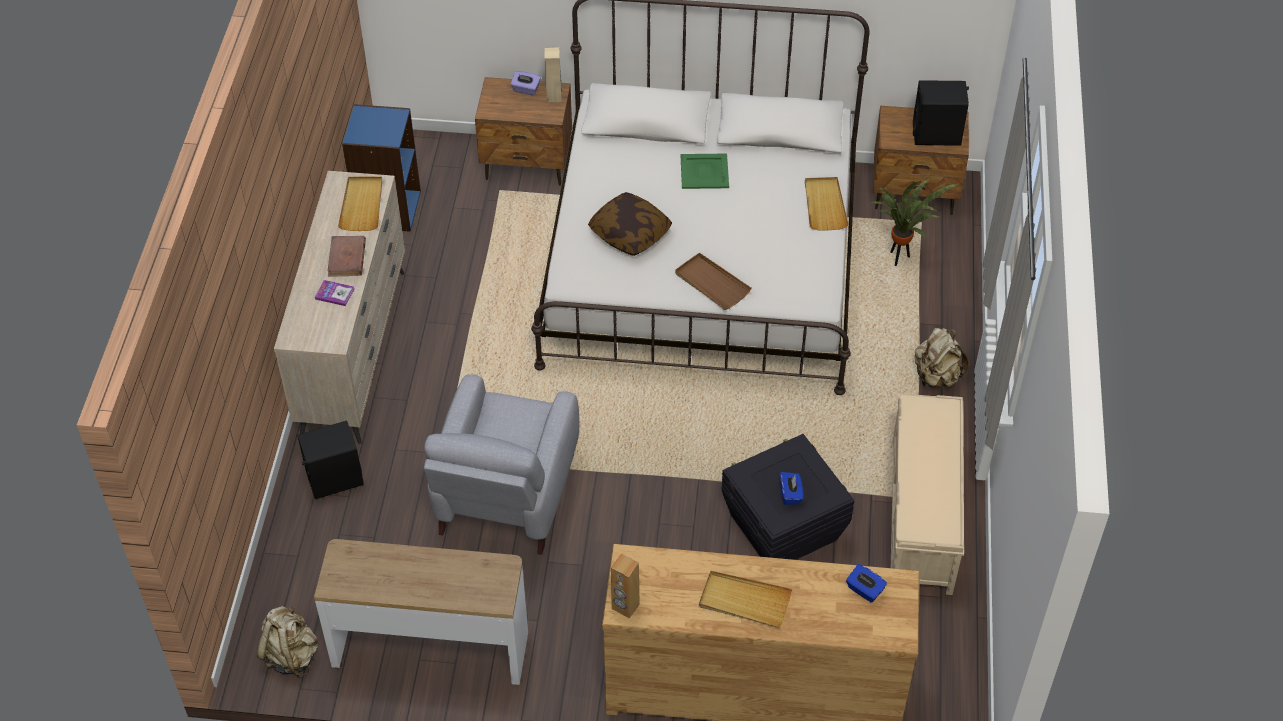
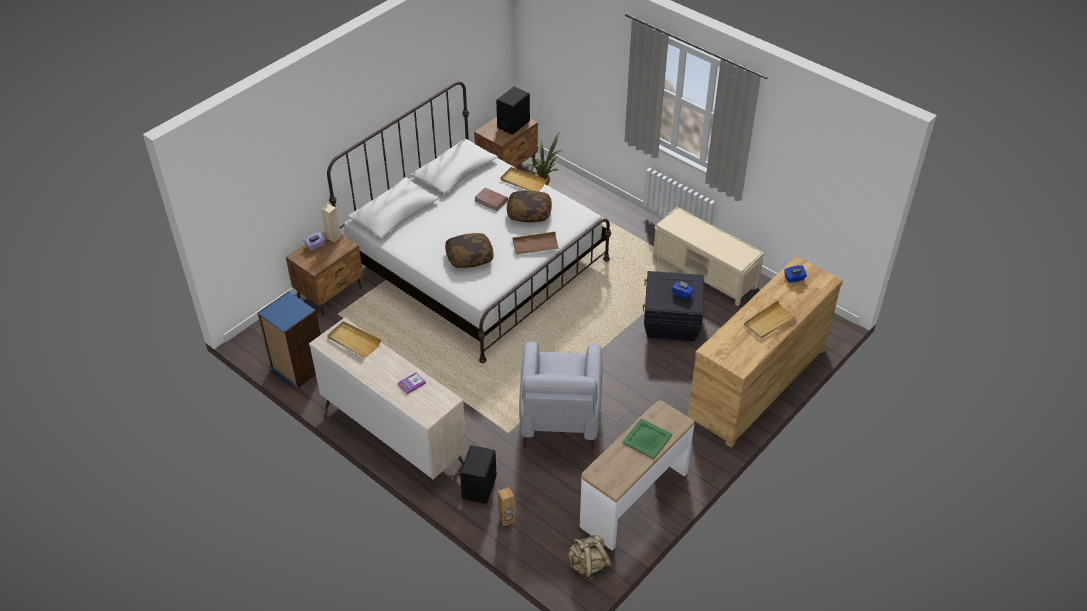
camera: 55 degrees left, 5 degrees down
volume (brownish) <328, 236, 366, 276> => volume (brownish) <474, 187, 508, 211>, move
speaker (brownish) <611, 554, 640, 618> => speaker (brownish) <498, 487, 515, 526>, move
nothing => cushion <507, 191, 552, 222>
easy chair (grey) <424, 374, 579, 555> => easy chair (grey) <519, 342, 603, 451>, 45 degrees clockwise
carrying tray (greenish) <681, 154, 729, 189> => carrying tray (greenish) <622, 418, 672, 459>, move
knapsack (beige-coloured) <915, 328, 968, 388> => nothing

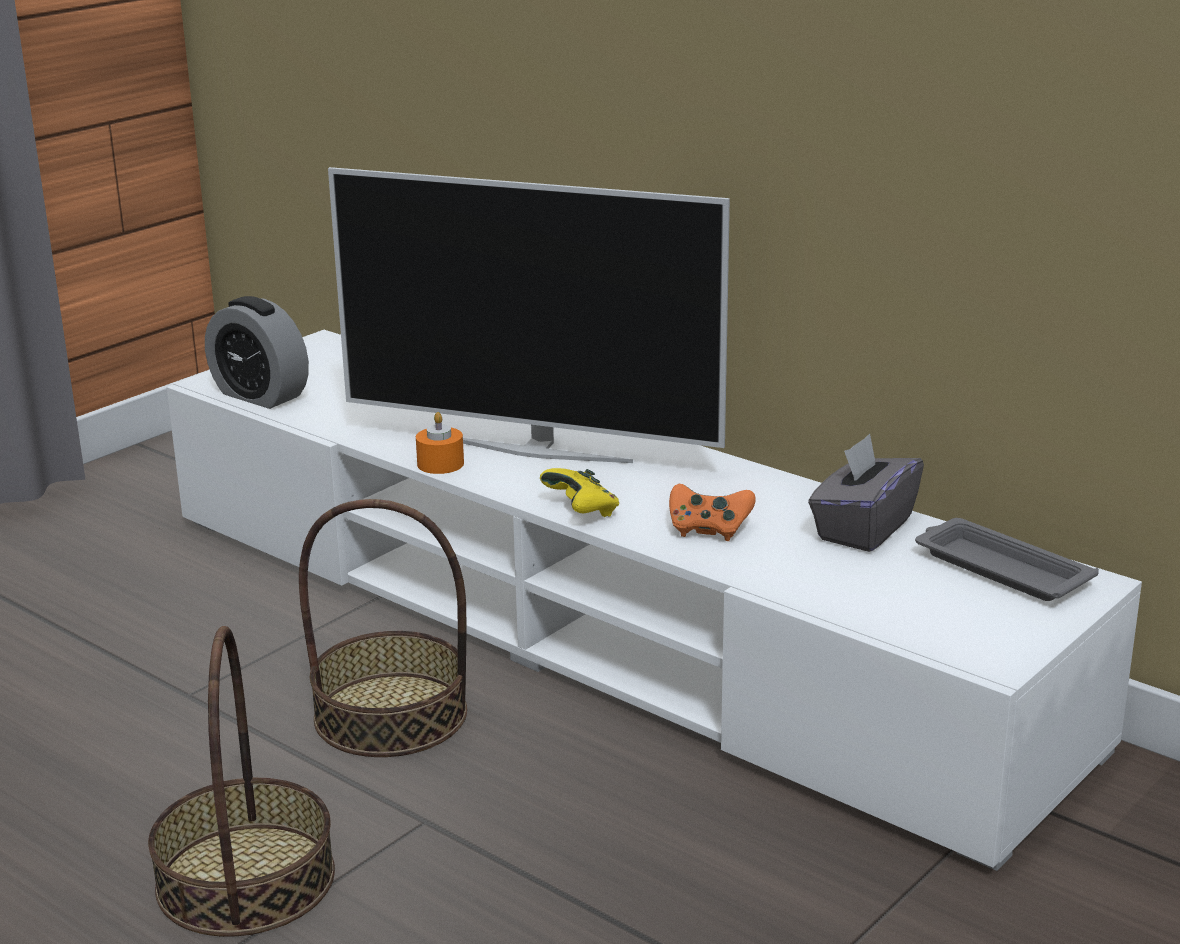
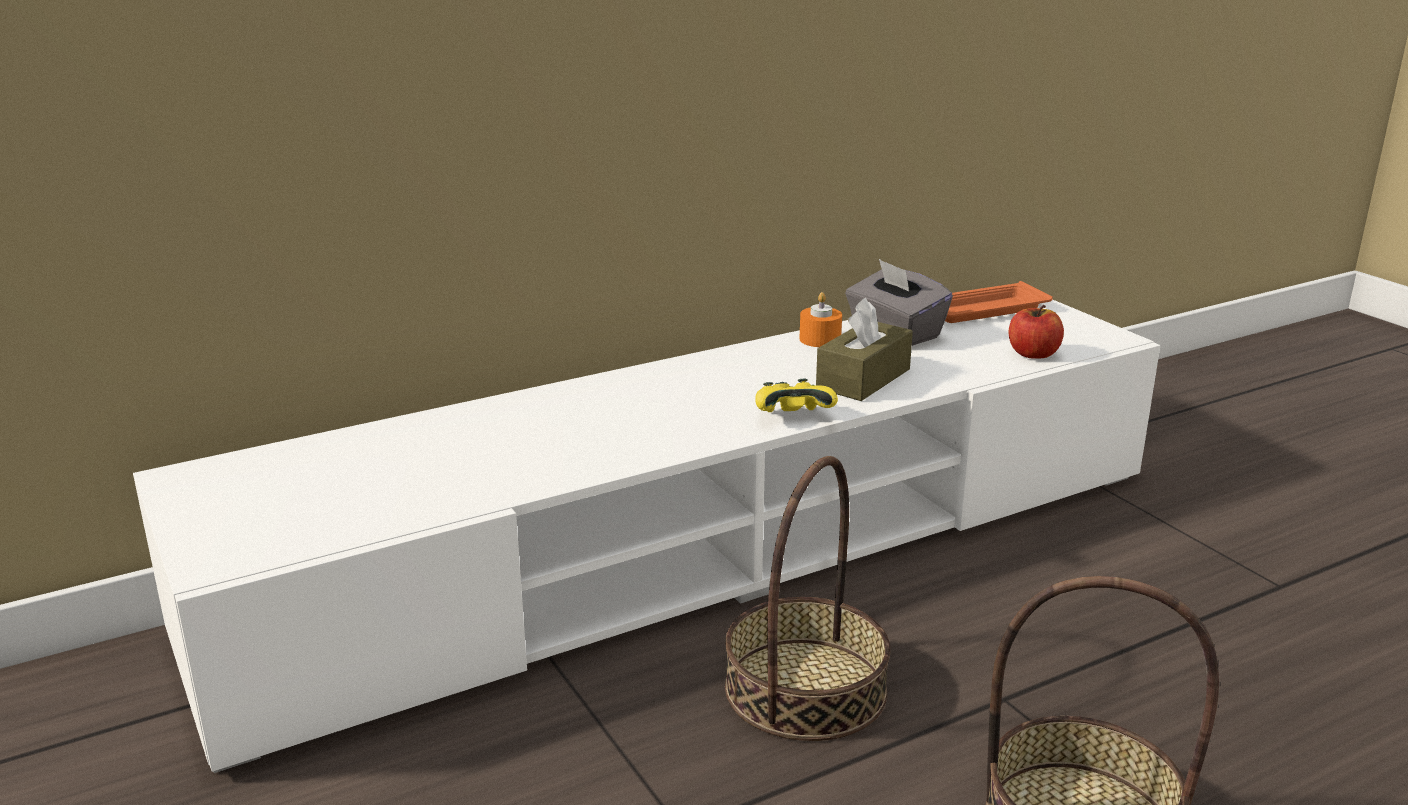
camera: 70 degrees left, 0 degrees up
wax candle (orangey) <416, 412, 464, 474> => wax candle (orangey) <799, 292, 842, 347>, move
gamepad (orangey) <669, 484, 756, 541> => tissue holder (brownish) <816, 297, 913, 401>
carrying tray (grey) <915, 518, 1099, 601> => carrying tray (orangey) <945, 281, 1053, 323>
nothing => apple <1008, 305, 1064, 359>
bedside clock <205, 296, 309, 409> => nothing
TV set <328, 167, 730, 463> => nothing

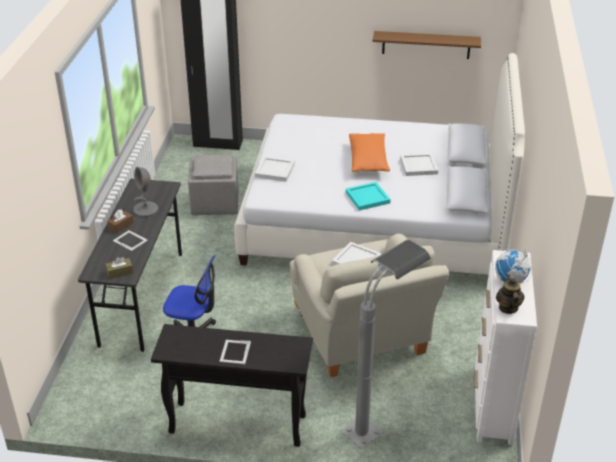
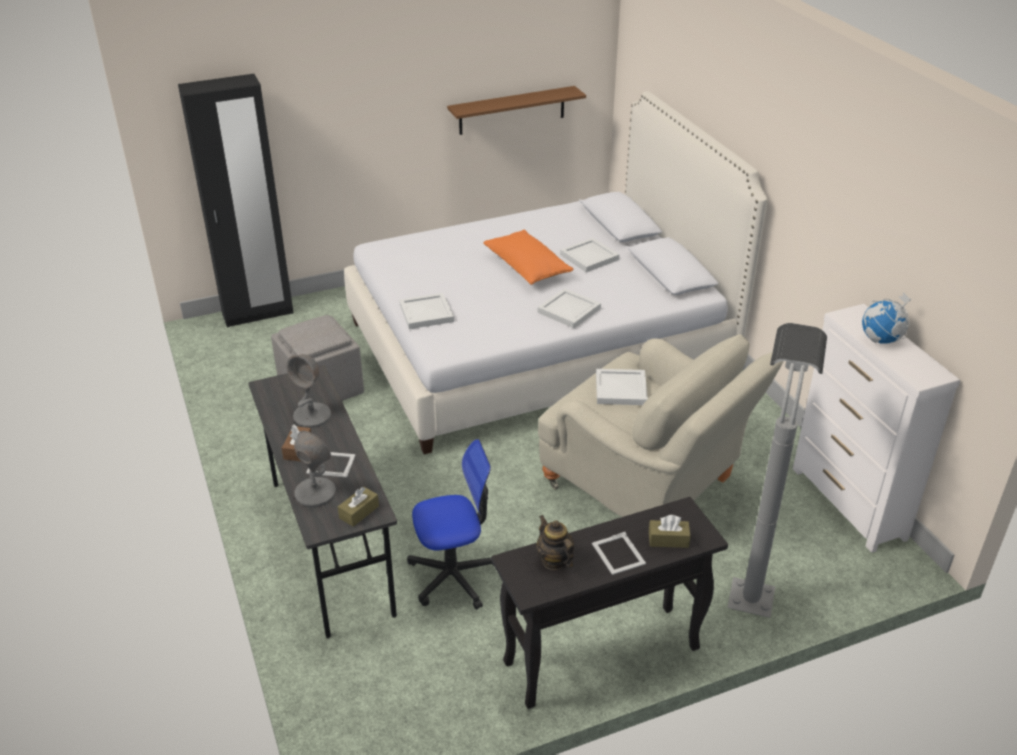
camera: 30 degrees left, 0 degrees up
nothing => lamp for a table (grey) <294, 431, 336, 507>
teapot <496, 274, 525, 314> => teapot <537, 515, 574, 570>, move
carrying tray (turquoise-coloured) <346, 182, 391, 211> => carrying tray (white) <538, 288, 601, 328>
nothing => tissue holder (brownish) <649, 515, 691, 548>

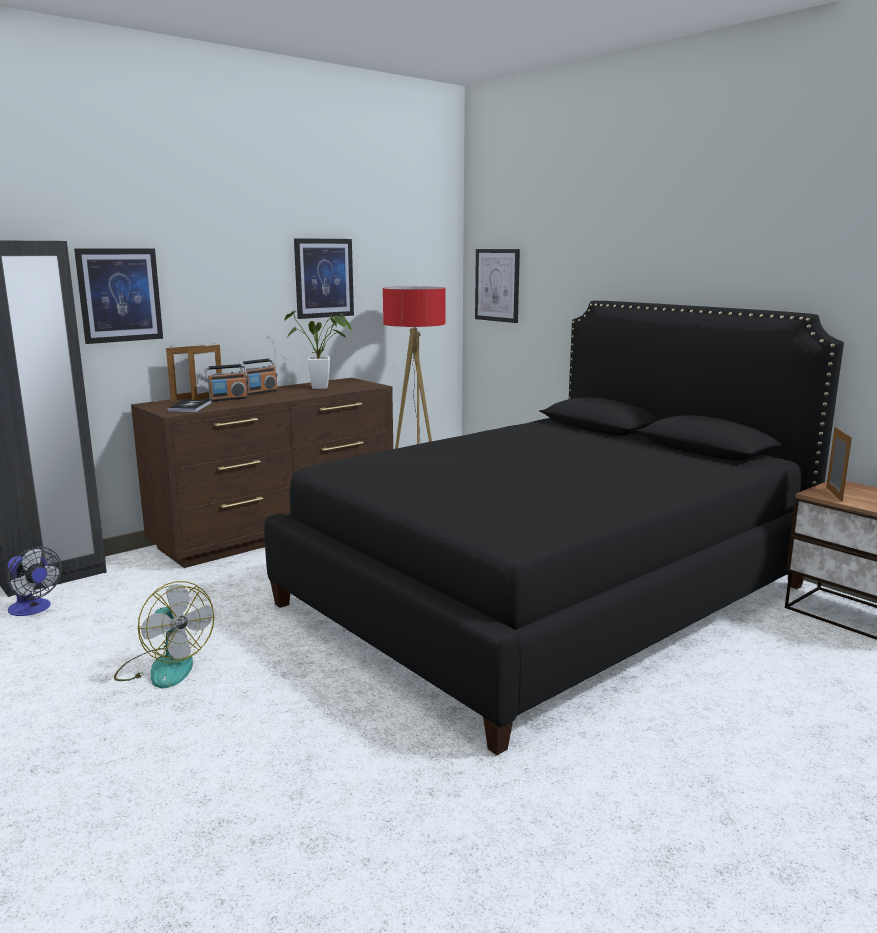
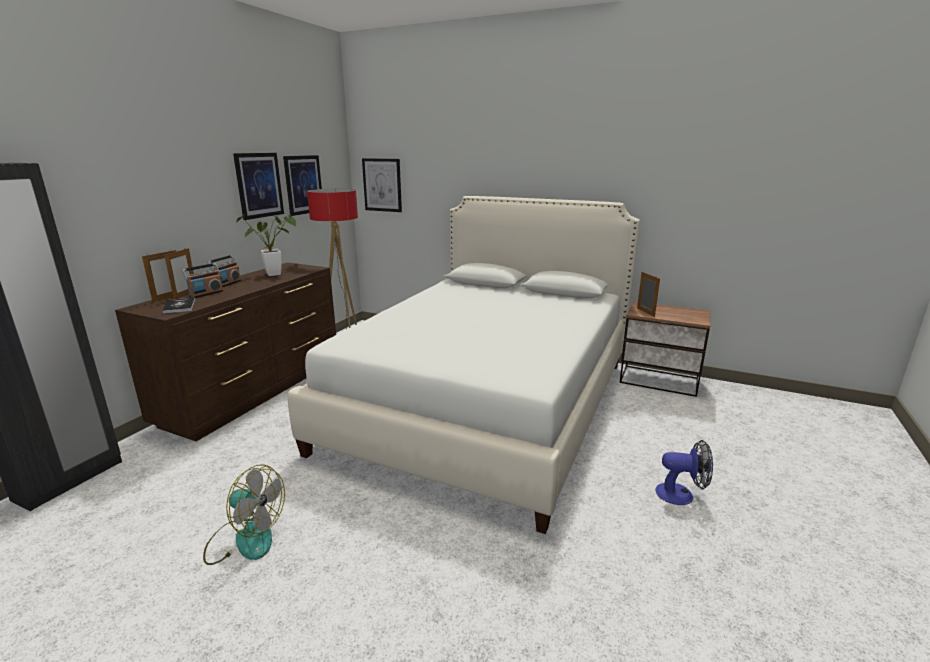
camera: 25 degrees left, 5 degrees up
wall art <74, 249, 163, 344> => wall art <283, 155, 322, 216>, move
bedroom bed (black-coloured) <264, 301, 844, 755> => bedroom bed (white) <288, 196, 640, 534>
electric fan <8, 547, 62, 616> => electric fan <655, 440, 713, 505>, move

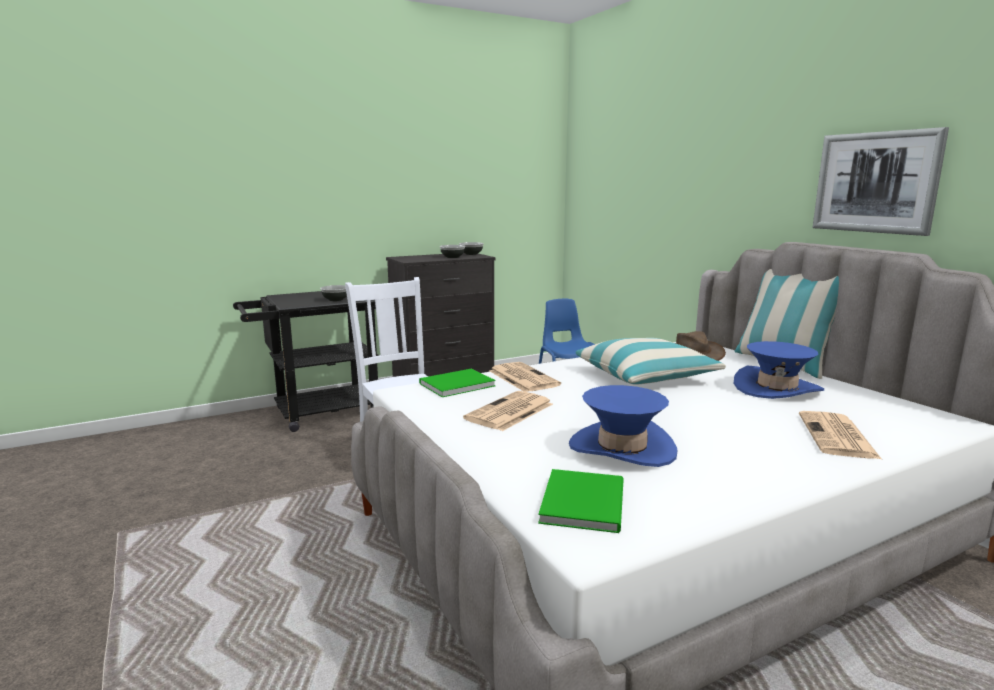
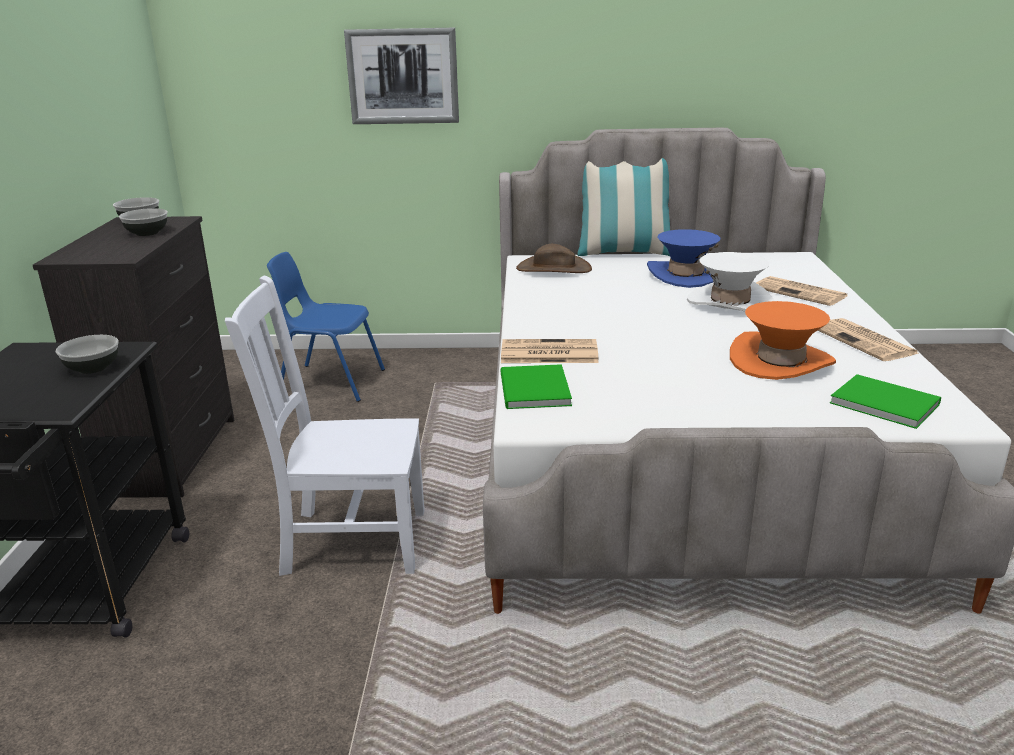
camera: 60 degrees left, 10 degrees up
wall art <813, 127, 949, 236> => wall art <344, 28, 459, 124>, move
nothing => clothing hat (white) <687, 252, 774, 311>
clothing hat (bluish) <569, 385, 677, 467> => clothing hat (orangey) <730, 301, 836, 380>
daily paper <463, 391, 553, 431> => daily paper <817, 318, 919, 361>, move
cushion <576, 338, 726, 385> => nothing

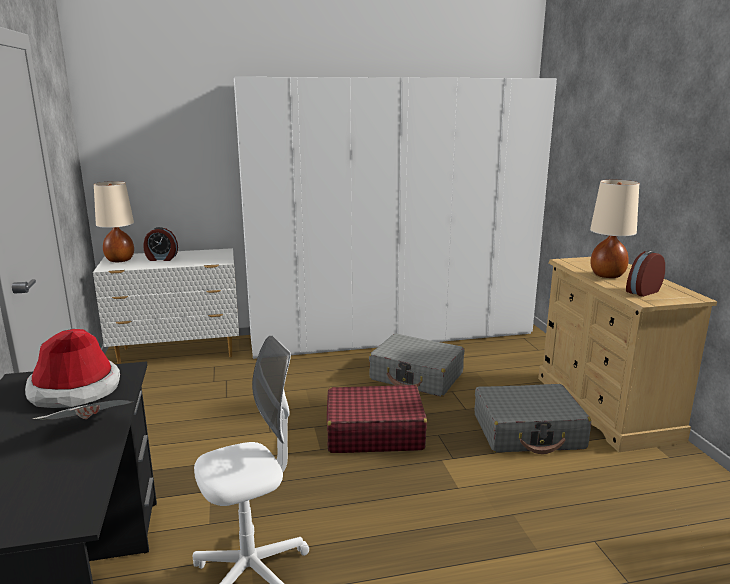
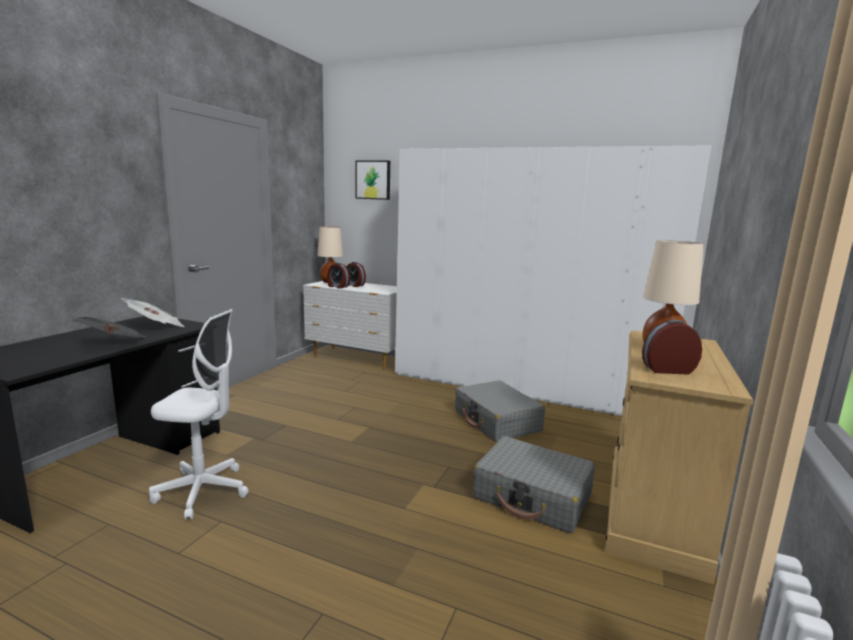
camera: 35 degrees right, 5 degrees down
clothing hat <25, 329, 120, 408> => daily paper <121, 298, 185, 327>
nothing => bedside clock <327, 263, 350, 288>
nothing => wall art <356, 160, 390, 200>
piece of luggage (red) <327, 385, 427, 453> => nothing

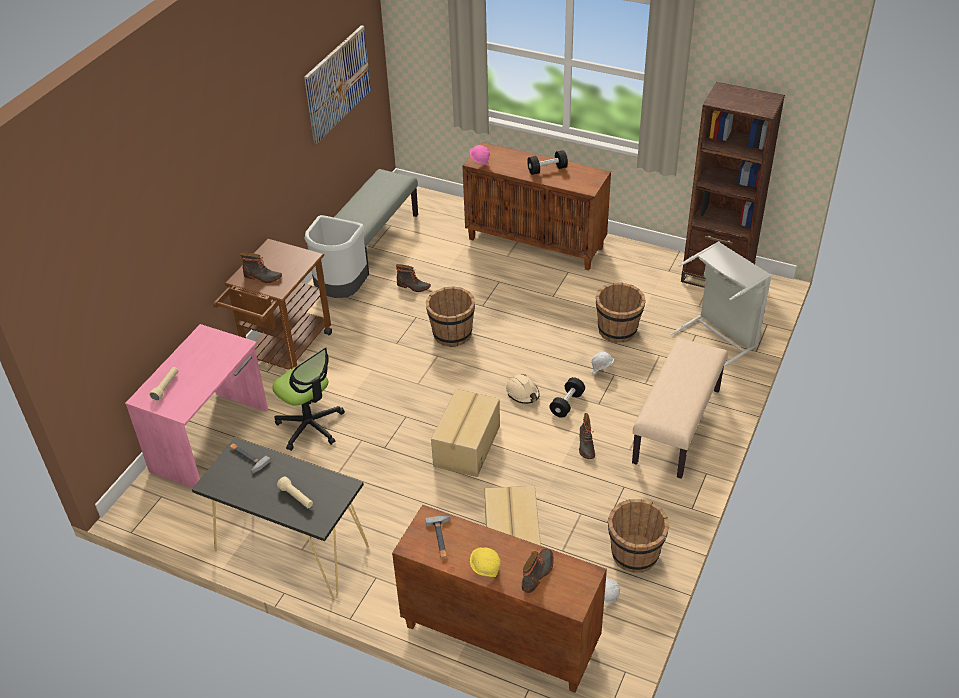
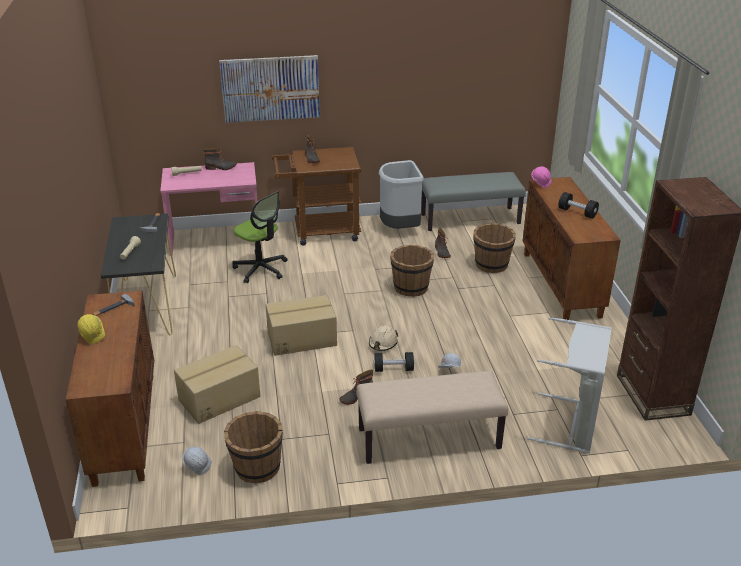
camera: 55 degrees right, 10 degrees down
high-top boot <522, 548, 554, 593> => high-top boot <204, 148, 237, 170>, move
wall art <304, 25, 371, 144> => wall art <219, 55, 320, 123>, move
office chair <272, 347, 345, 451> => office chair <232, 191, 287, 283>, 60 degrees counterclockwise
bucket (brownish) <596, 282, 646, 343> => bucket (brownish) <473, 223, 516, 273>, move

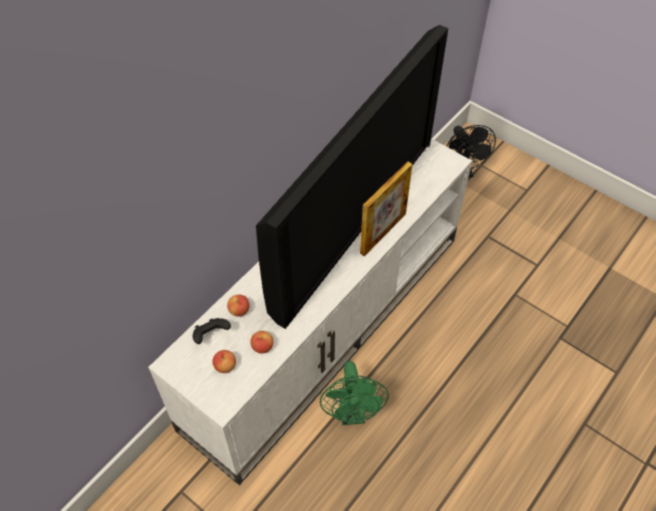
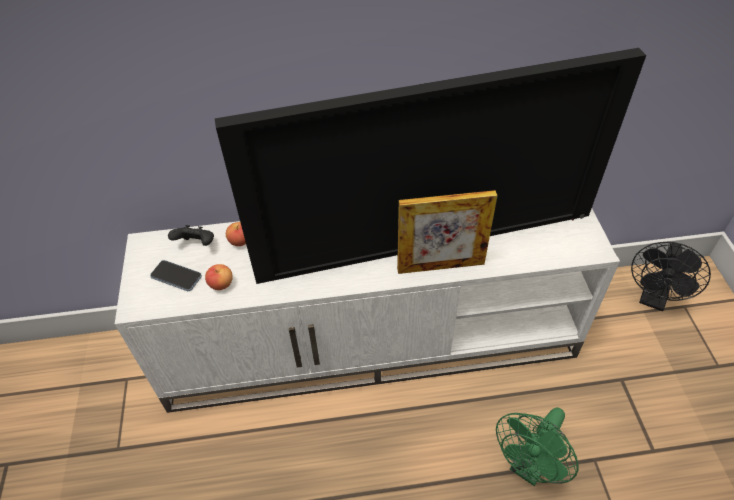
camera: 45 degrees right, 5 degrees down
apple <212, 350, 236, 373> => telephone <150, 260, 202, 291>
electric fan (greenish) <320, 361, 389, 425> => electric fan (greenish) <496, 407, 578, 486>, move

